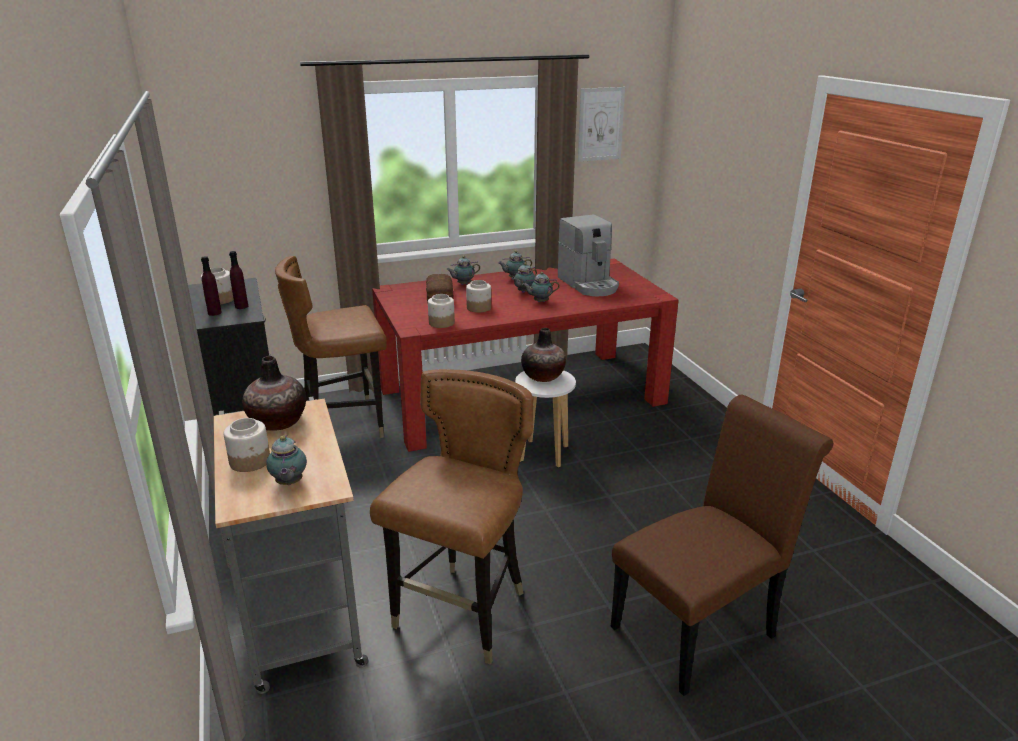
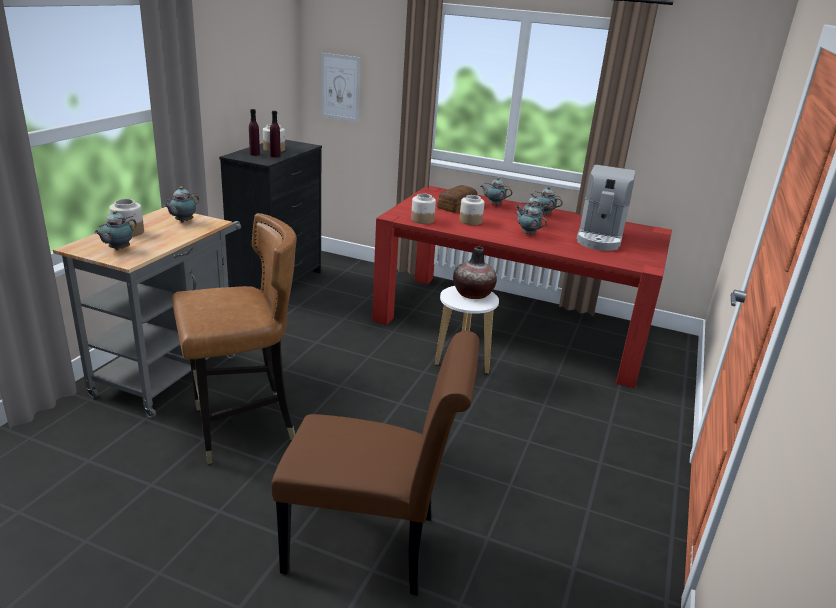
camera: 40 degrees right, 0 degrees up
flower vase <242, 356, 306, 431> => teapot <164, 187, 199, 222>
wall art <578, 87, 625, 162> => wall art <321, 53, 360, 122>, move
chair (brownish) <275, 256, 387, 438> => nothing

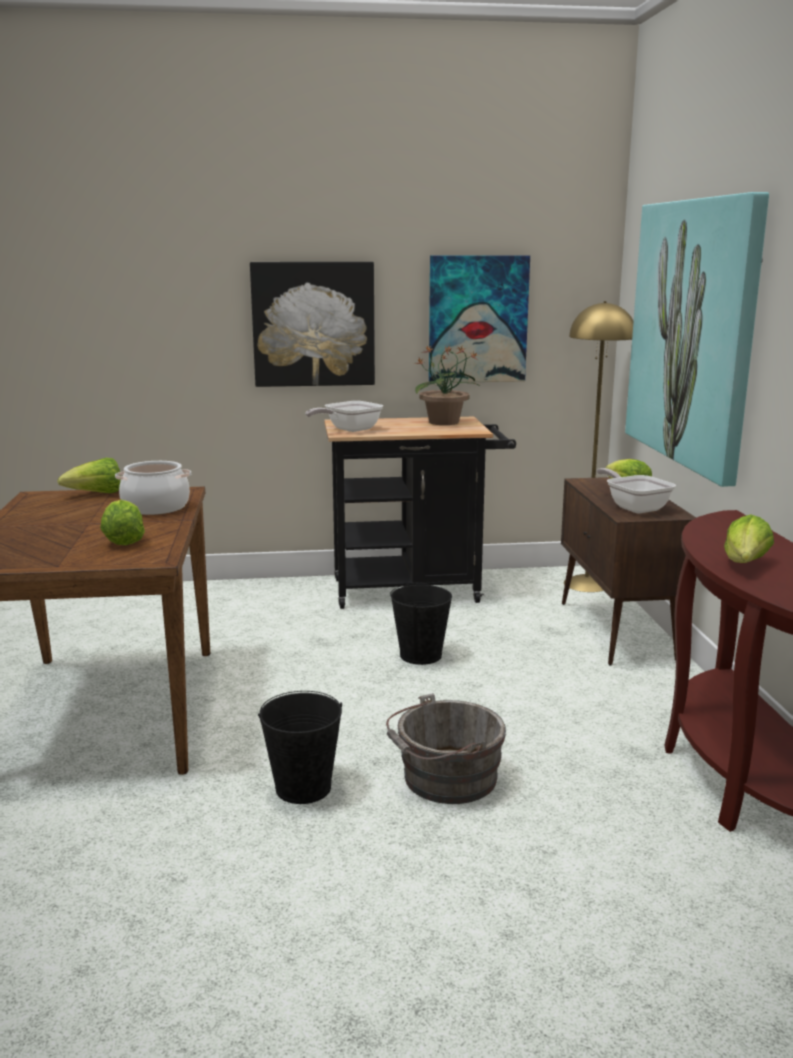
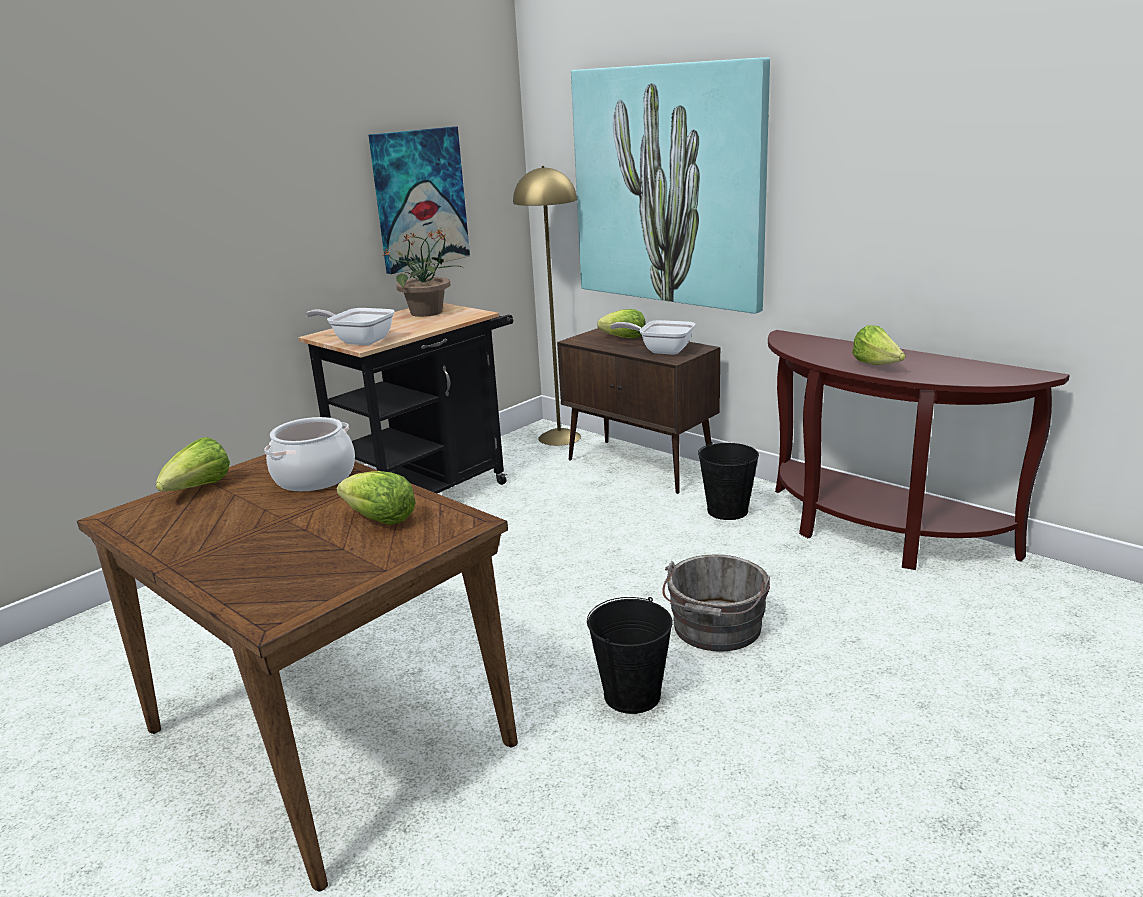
camera: 40 degrees left, 5 degrees up
pan <305, 401, 383, 432> => pan <306, 308, 395, 345>, 105 degrees clockwise
bucket (black-coloured) <390, 582, 452, 665> => bucket (black-coloured) <698, 442, 759, 520>, move
wall art <250, 262, 375, 387> => nothing

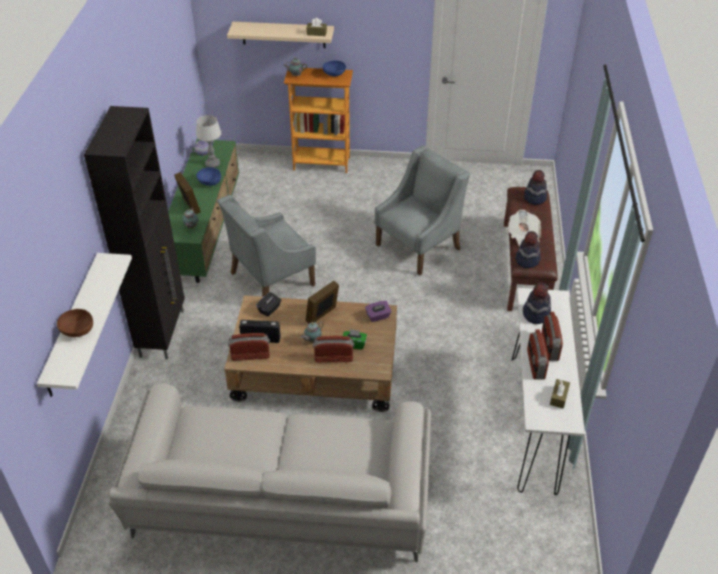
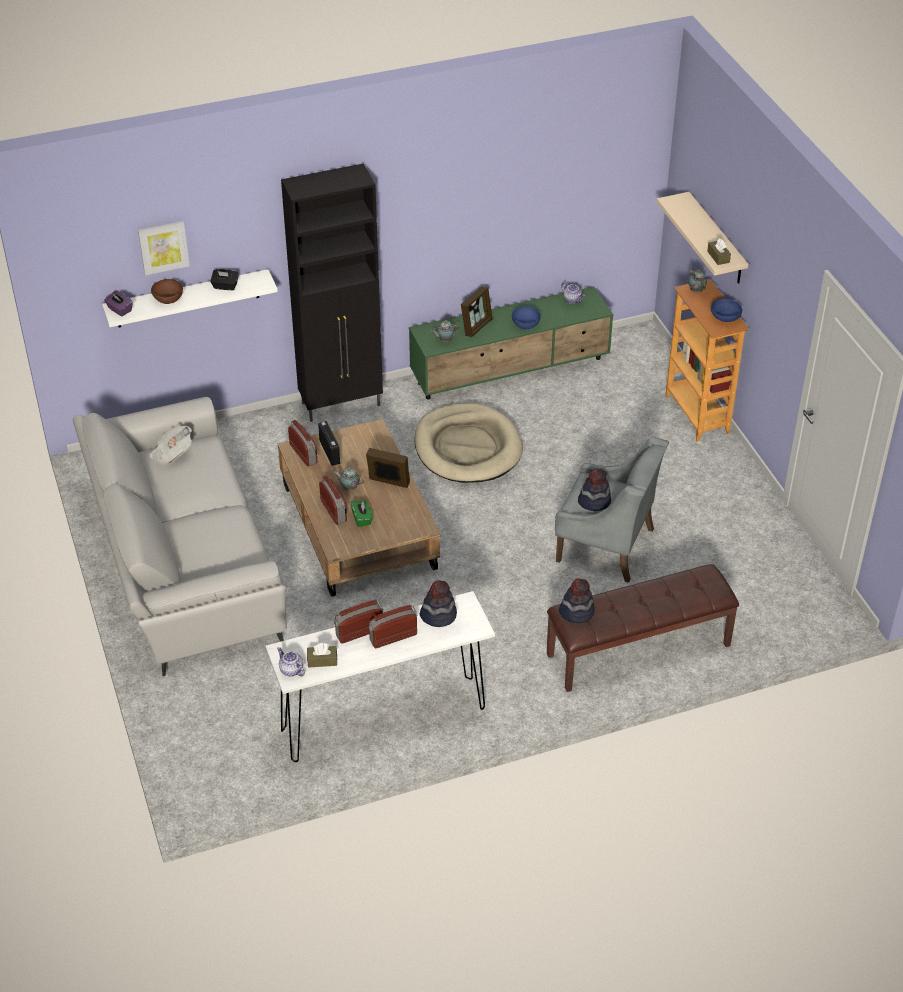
camera: 65 degrees right, 0 degrees up
tissue holder (purple-coloured) <365, 301, 391, 322> => tissue holder (purple-coloured) <104, 290, 133, 316>, move
nothing => wall art <138, 221, 190, 275>
daily paper <508, 210, 541, 247> => daily paper <150, 424, 192, 466>, move
tissue holder (black-coloured) <256, 292, 281, 316> => tissue holder (black-coloured) <210, 269, 239, 291>, move
nothing => teapot <277, 647, 305, 677>
easy chair (grey) <217, 195, 316, 297> => dog bed (beige-coloured) <414, 403, 523, 483>
clothing hat <524, 170, 547, 205> => clothing hat <578, 468, 611, 511>, move
lamp for a table <196, 115, 221, 168> => nothing

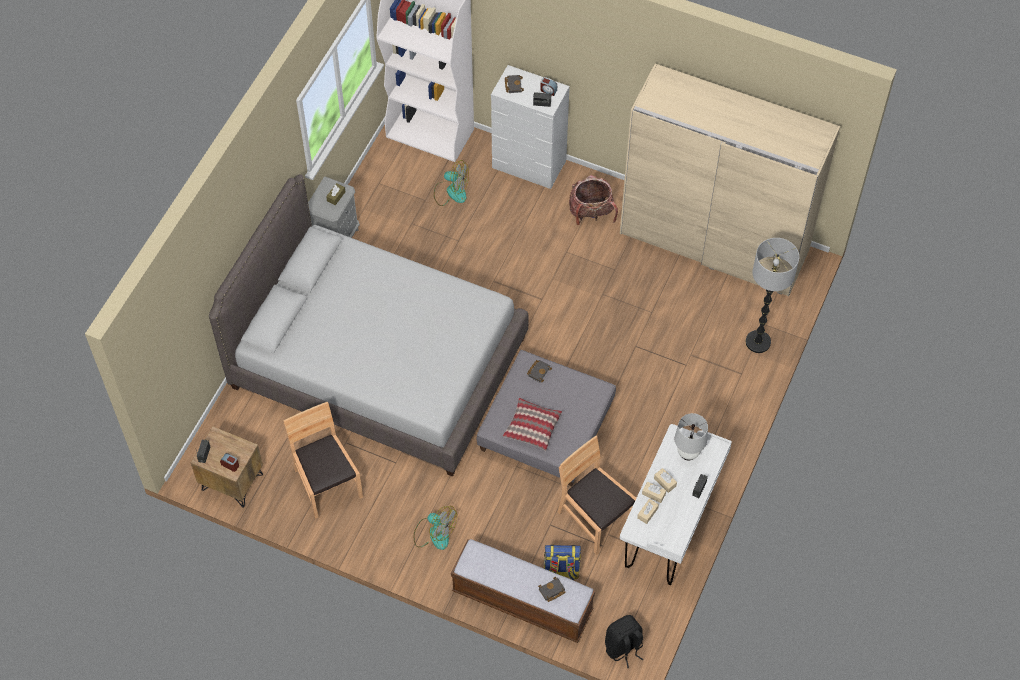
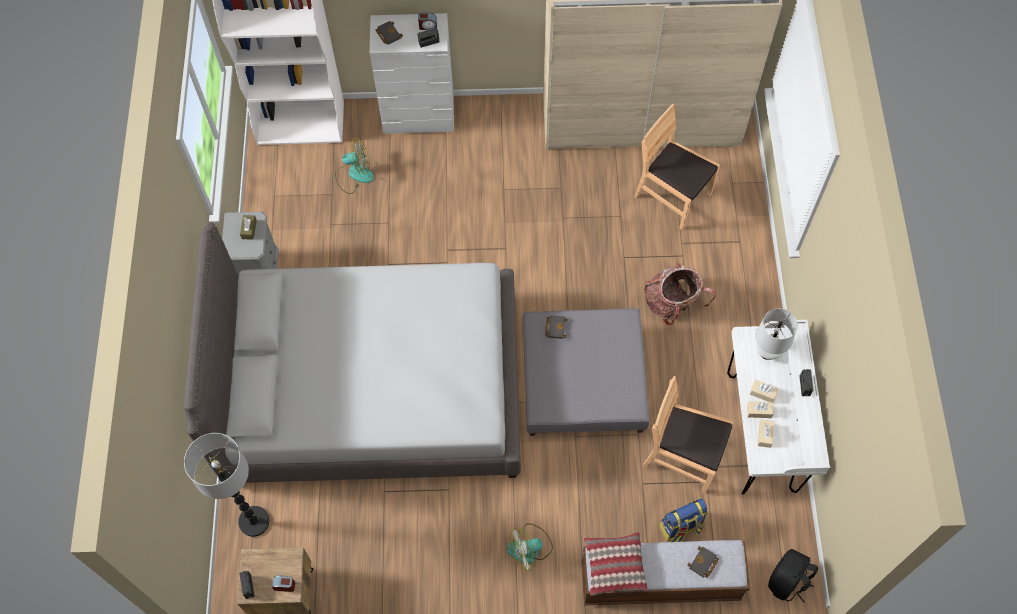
camera: 25 degrees left, 5 degrees up
standing lamp <746, 238, 799, 353> => standing lamp <184, 433, 270, 537>, move
electric fan <414, 506, 457, 550> => electric fan <507, 523, 553, 571>, 150 degrees clockwise
cushion <503, 398, 562, 451> => cushion <584, 532, 648, 596>, move
chair (brownish) <283, 402, 363, 519> => chair (brownish) <634, 104, 720, 231>, move
knapsack <569, 175, 618, 225> => knapsack <644, 263, 716, 326>, move

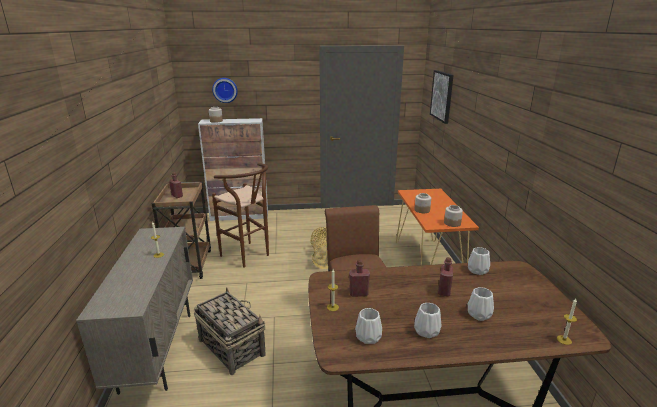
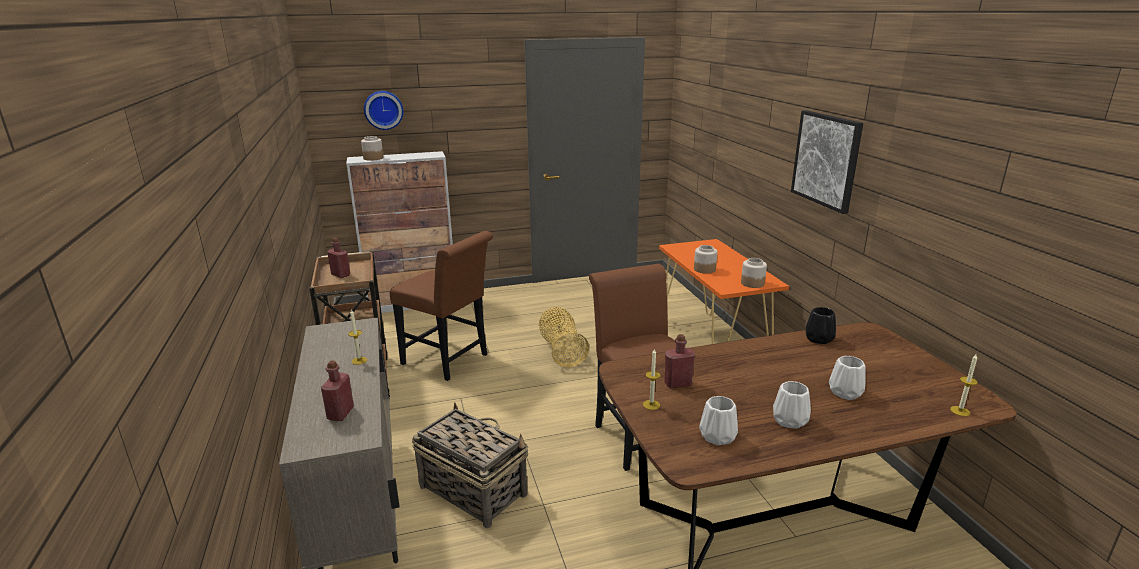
camera: 10 degrees left, 0 degrees up
beverage bottle (red) <438, 257, 453, 297> => beverage bottle (red) <321, 360, 354, 421>, move
sitting stool (brownish) <212, 163, 269, 268> => chair (brownish) <390, 231, 493, 381>
wall art <430, 70, 454, 124> => wall art <791, 110, 863, 214>, move
flower vase (white) <468, 247, 490, 275> => flower vase (black-coloured) <805, 307, 836, 344>

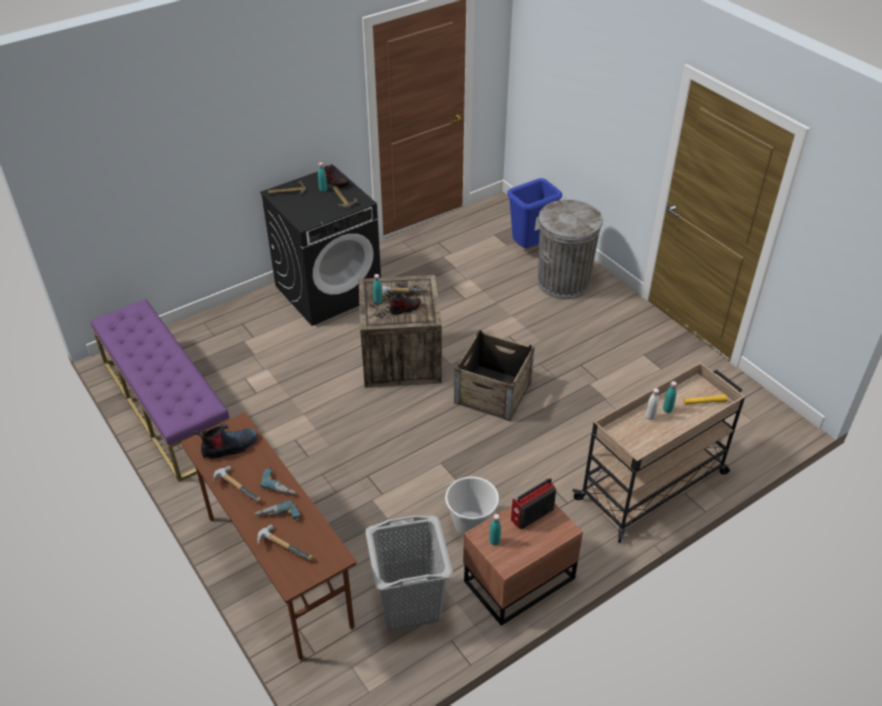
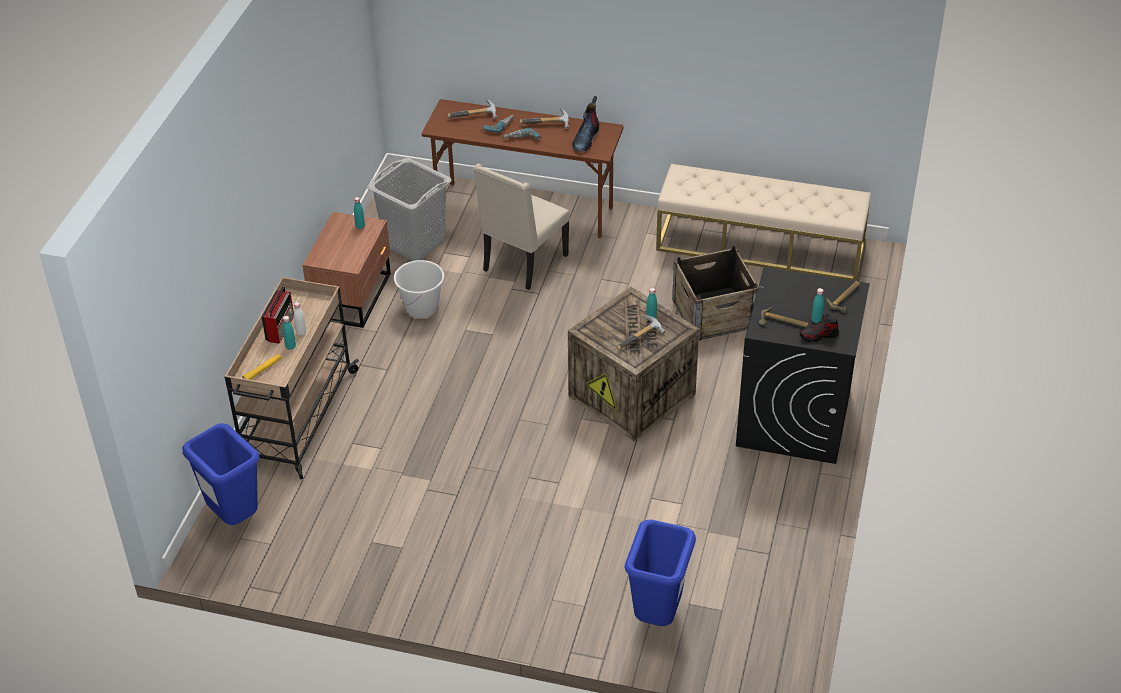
camera: 140 degrees right, 0 degrees up
nothing => waste bin (bluish) <183, 423, 259, 525>
radio <511, 478, 556, 530> => radio <262, 286, 294, 344>, move
nothing => chair (beige-coloured) <474, 164, 570, 290>
indoor bench (purple-coloured) <90, 299, 230, 482> => indoor bench (beige-coloured) <656, 164, 871, 281>
crate <454, 330, 535, 421> => crate <672, 246, 759, 341>, move
shoe <389, 293, 421, 315> => nothing
waste bin (grey) <537, 200, 603, 299> => nothing

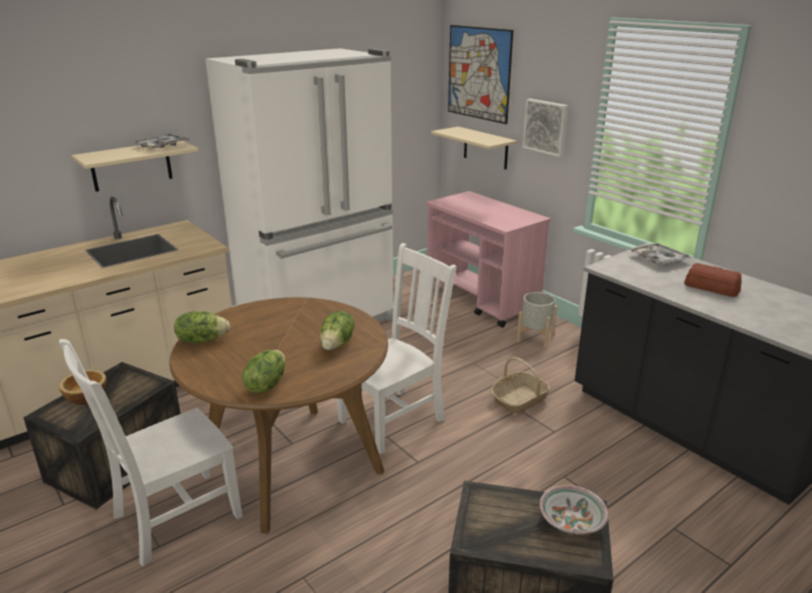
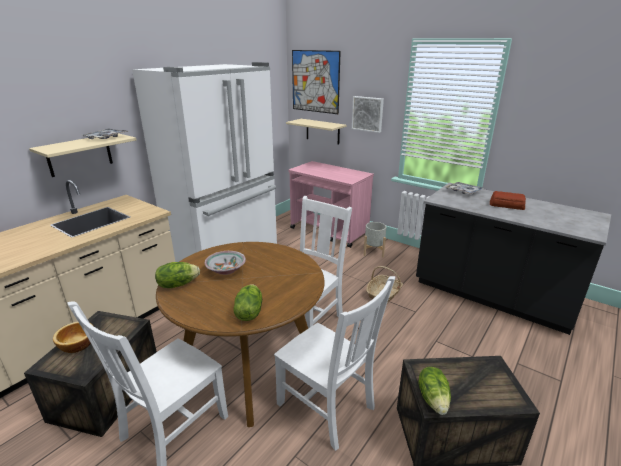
camera: 15 degrees left, 0 degrees up
bowl <539, 485, 608, 535> => bowl <204, 251, 246, 275>, move
nothing => chair (white) <274, 276, 396, 451>
head of lettuce <320, 311, 355, 350> => head of lettuce <418, 367, 451, 415>, move

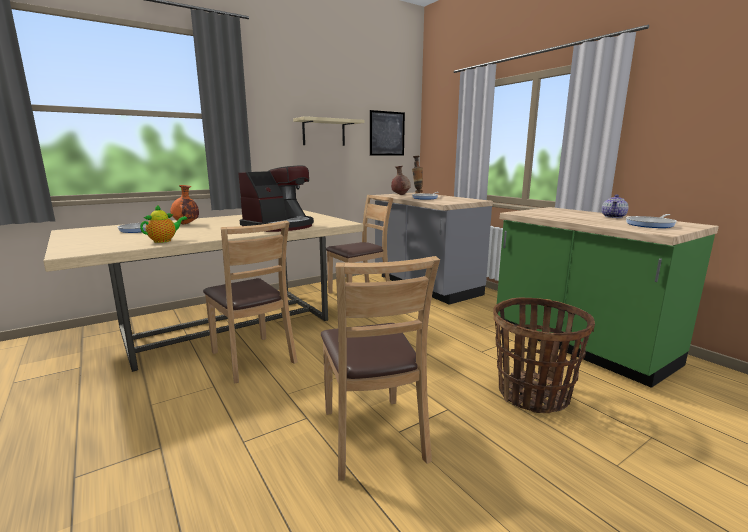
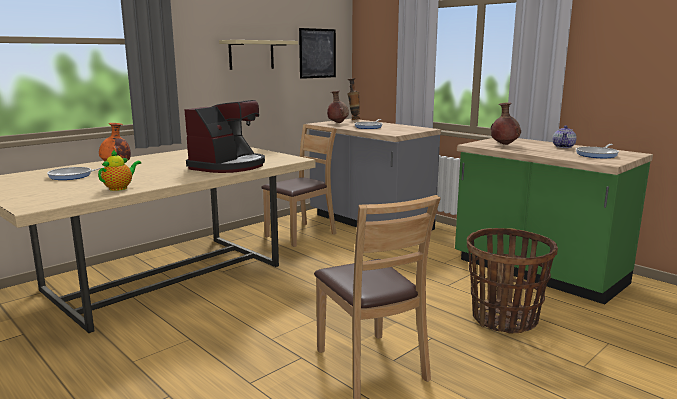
camera: 10 degrees left, 0 degrees up
nothing => flower vase (brownish) <491, 102, 521, 145>
chair (brownish) <203, 221, 297, 383> => nothing

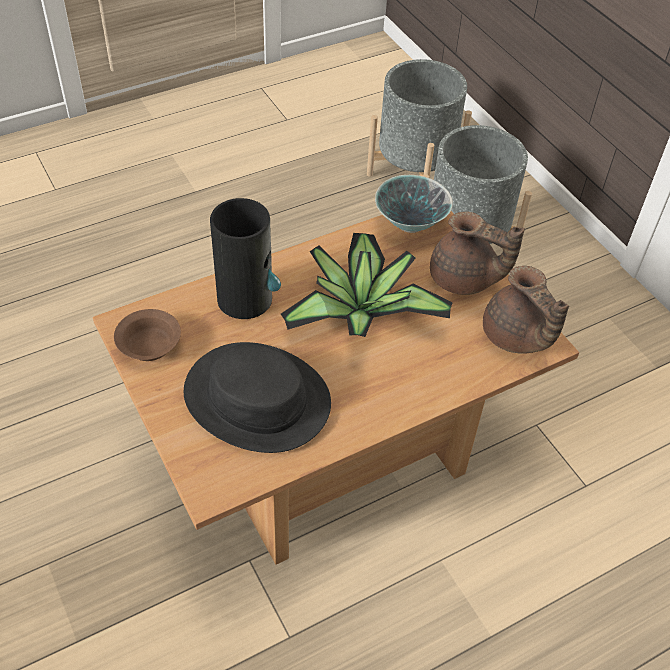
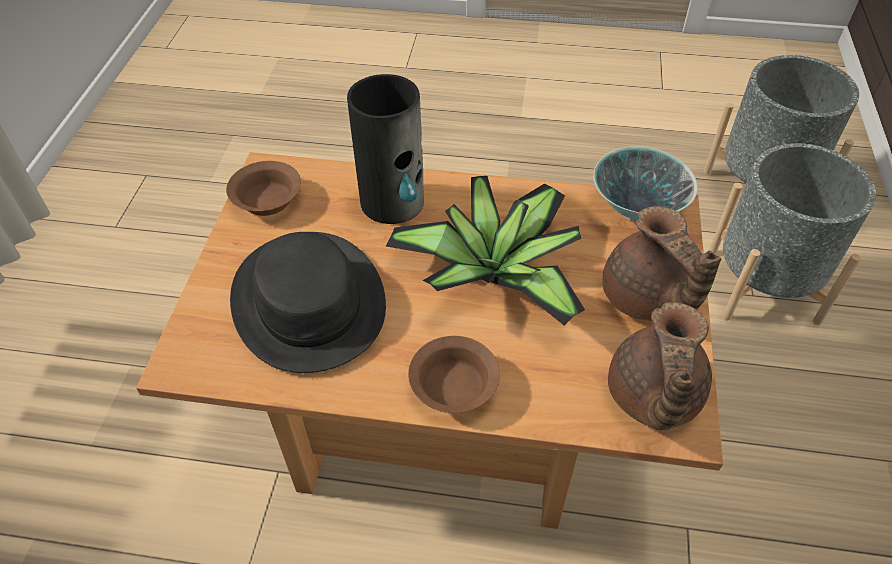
camera: 40 degrees right, 0 degrees up
nothing => bowl (brownish) <408, 336, 500, 413>

